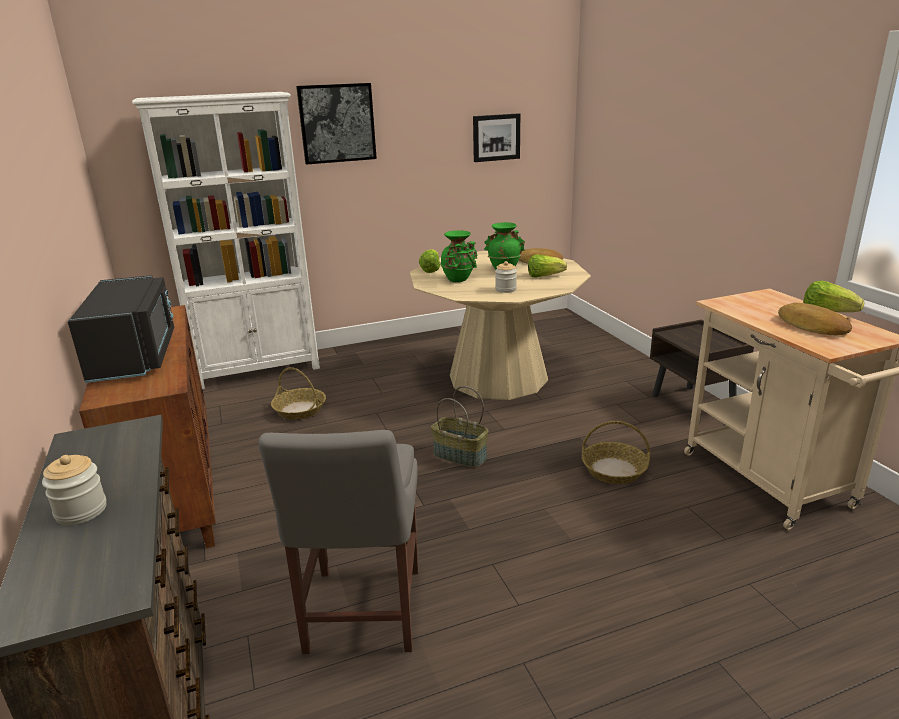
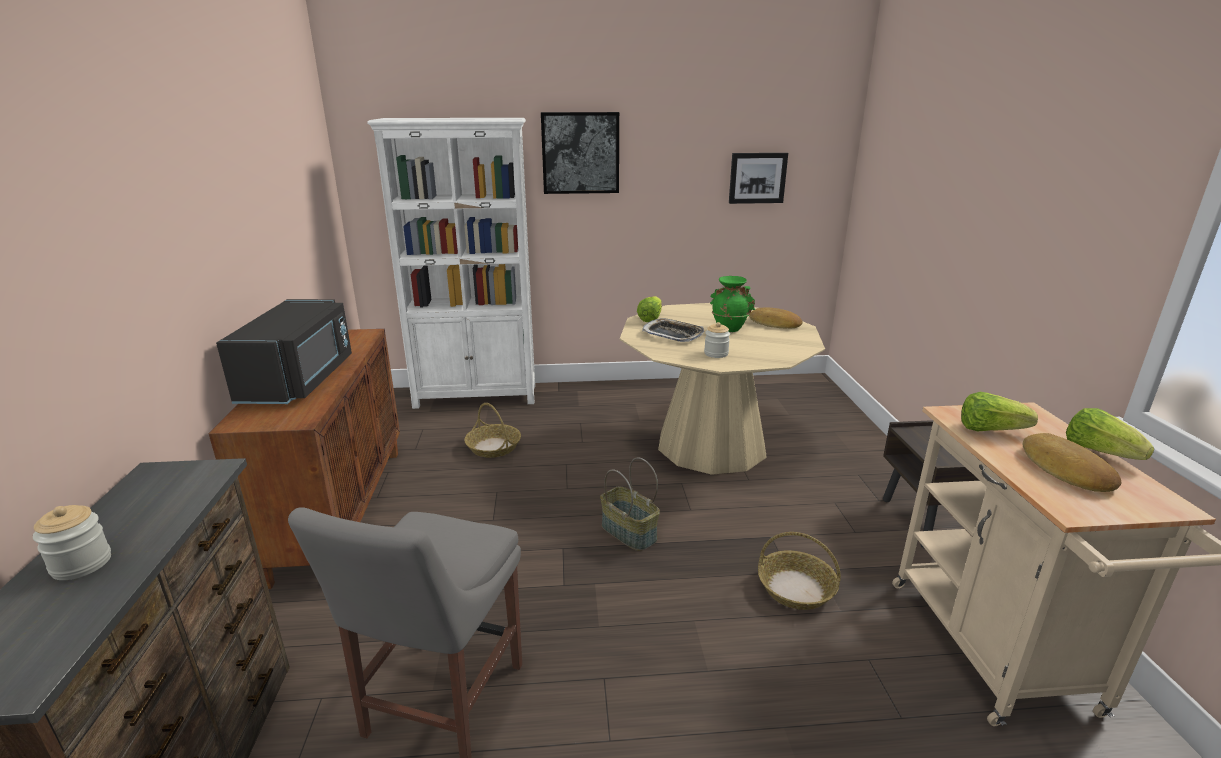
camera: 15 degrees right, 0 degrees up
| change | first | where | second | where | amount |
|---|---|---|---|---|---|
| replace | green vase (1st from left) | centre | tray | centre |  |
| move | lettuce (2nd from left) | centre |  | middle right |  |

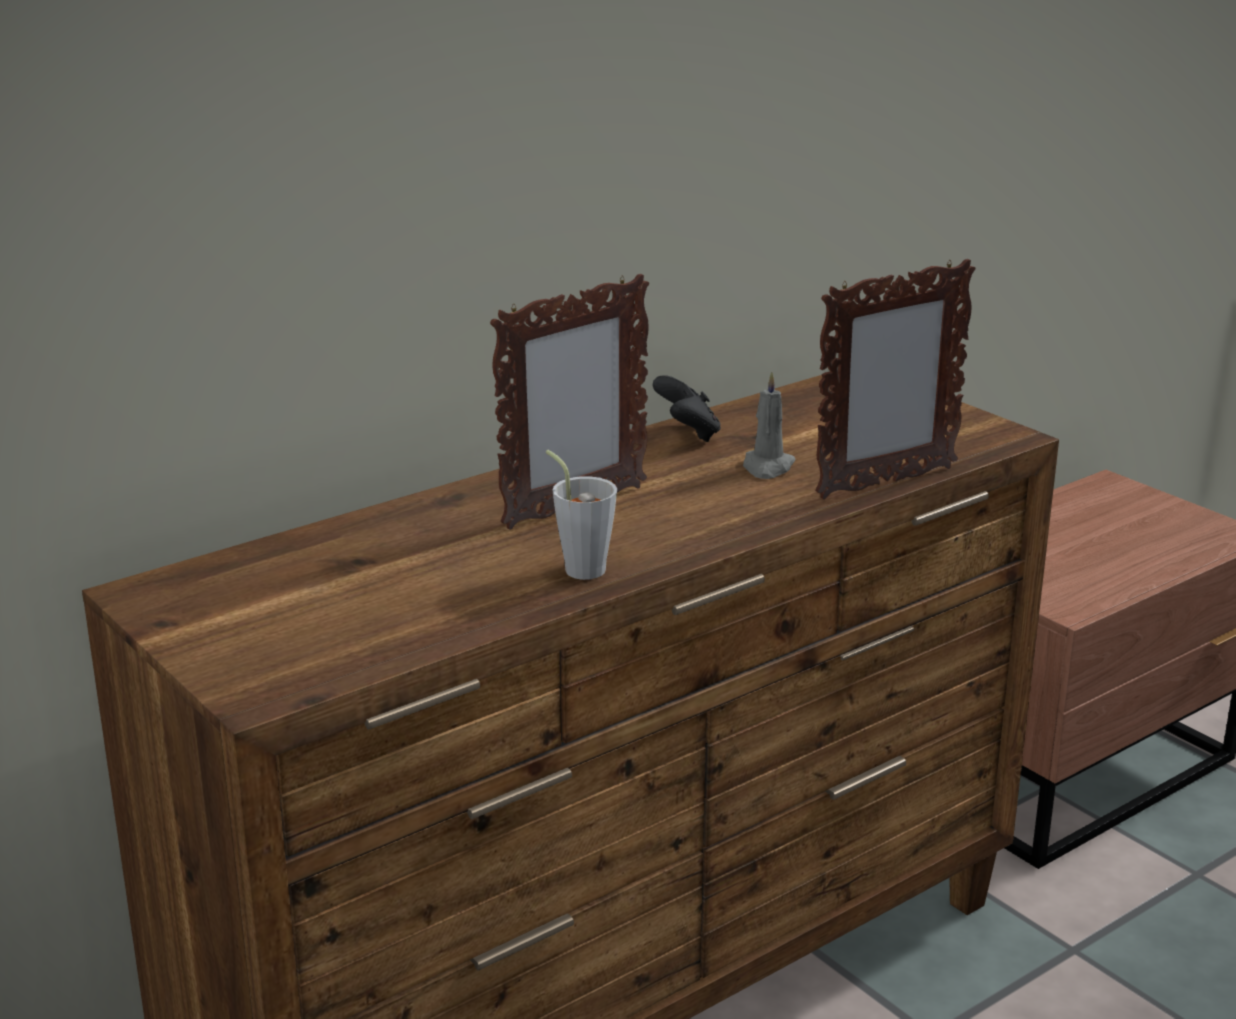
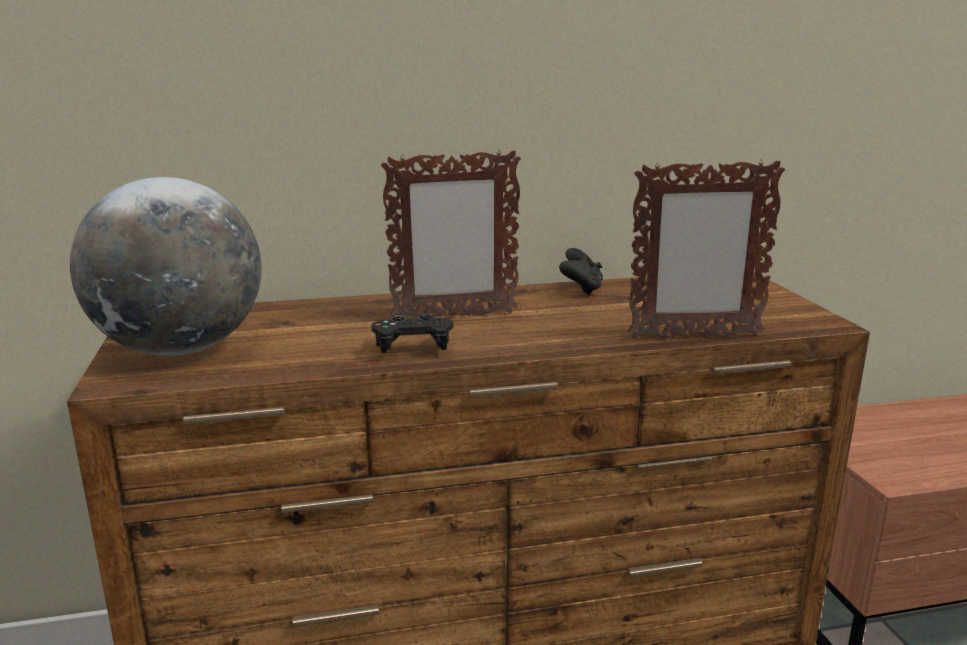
camera: 25 degrees right, 5 degrees down
| change | first | where | second | where | amount |
|---|---|---|---|---|---|
| delete | grey candle | centre |  |  |  |
| replace | grey cup | centre | black game controller (1st from left) | centre |  |
| insert |  |  | globe | middle left |  |

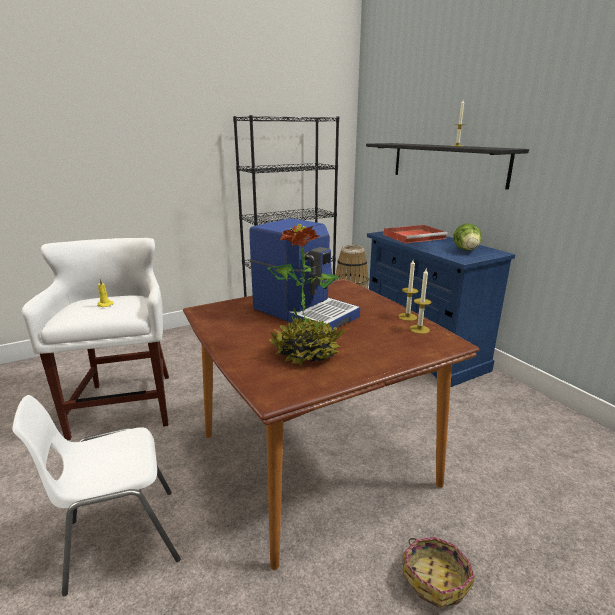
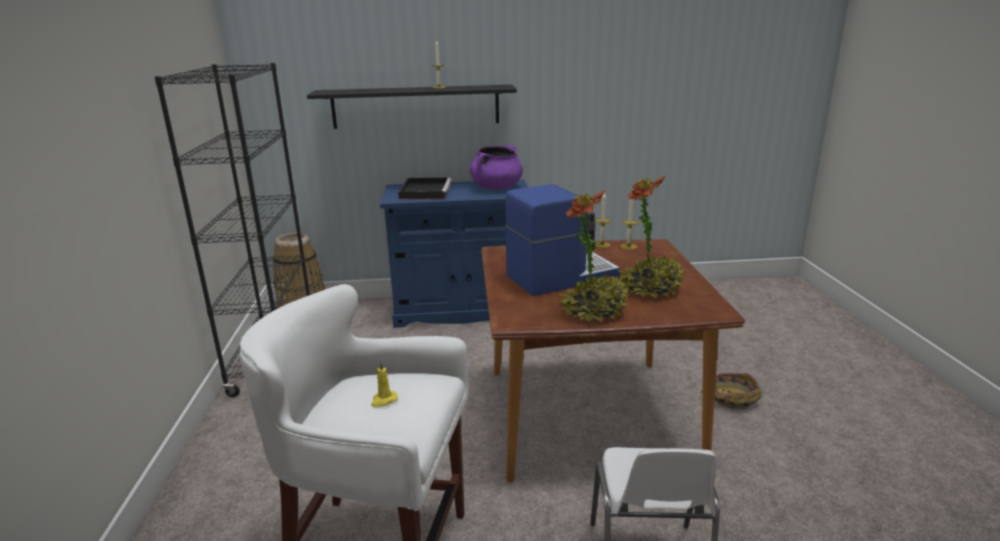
camera: 65 degrees left, 0 degrees up
| change | first | where | second | where | amount |
|---|---|---|---|---|---|
| replace | lettuce | middle right | purple cooking pot | top centre |  |
| recolor | red tray | middle right | black tray | centre |  |
| insert |  |  | potted plant (1st from left) | centre |  |

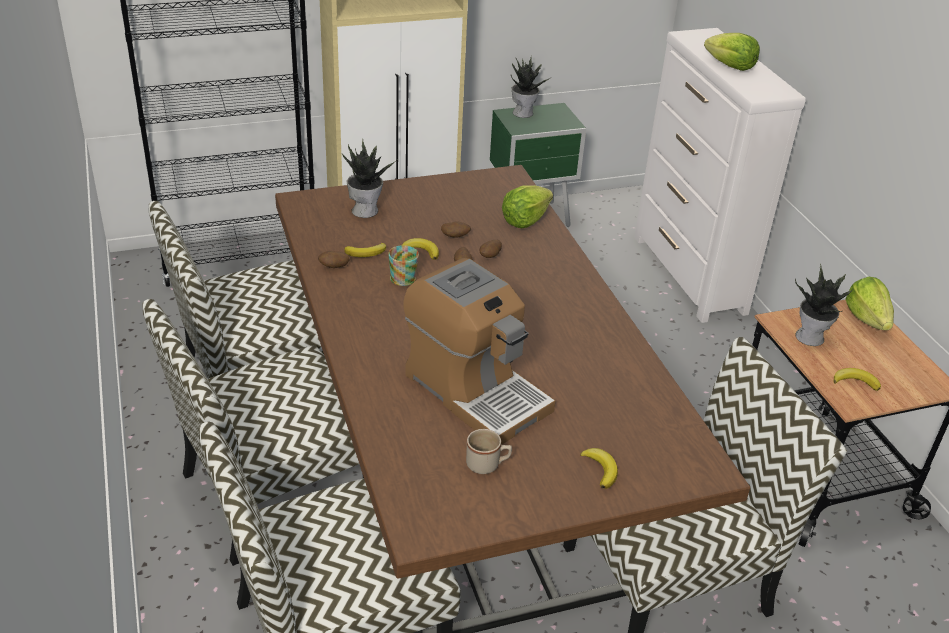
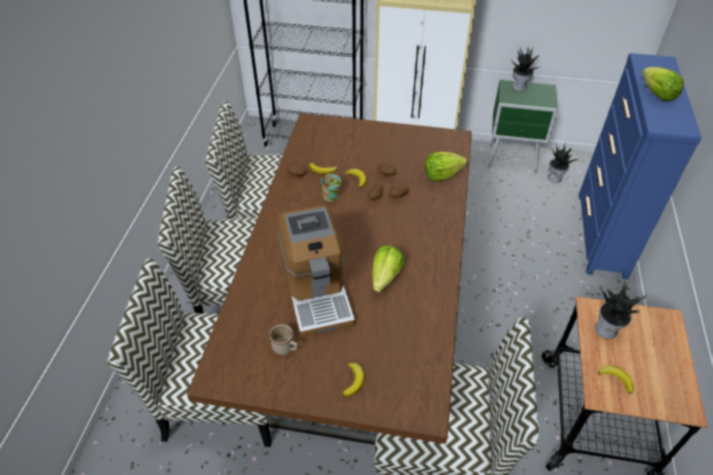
camera: 30 degrees right, 10 degrees up
| change | first | where | second | where | amount |
|---|---|---|---|---|---|
| recolor | white dresser | top right | blue dresser | middle right |  |
| move | potted plant (1st from left in the first image) | top centre | potted plant (2nd from left) | middle right |  |
| move | lettuce (3rd from left in the first image) | middle right | lettuce (1st from left) | centre |  |

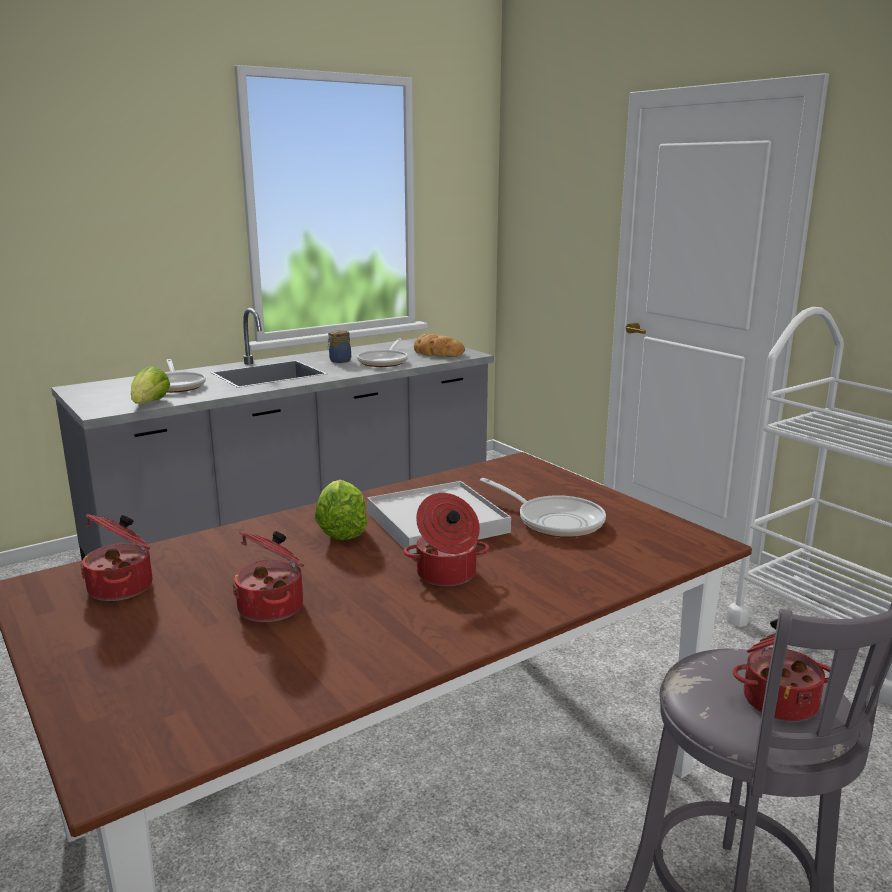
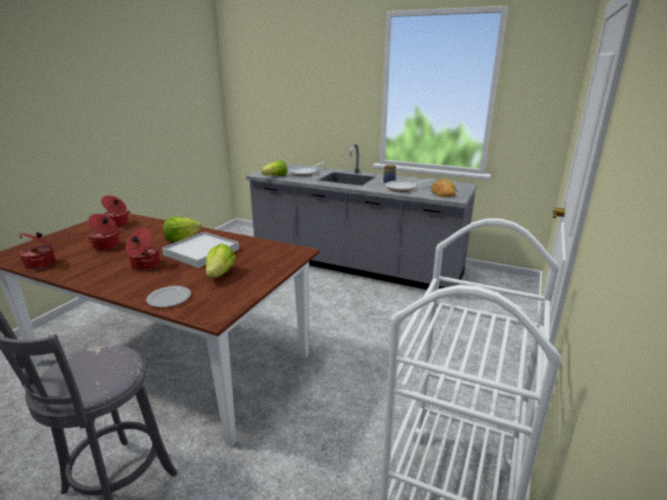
camera: 60 degrees right, 5 degrees up
| change | first | where | second | where | amount |
|---|---|---|---|---|---|
| replace | frying pan (3rd from left) | centre | lettuce (2nd from left) | middle left |  |
| move | cooking pot (4th from left in the first image) | bottom right | cooking pot (1st from left) | middle left |  |
| insert |  |  | plate | middle left |  |

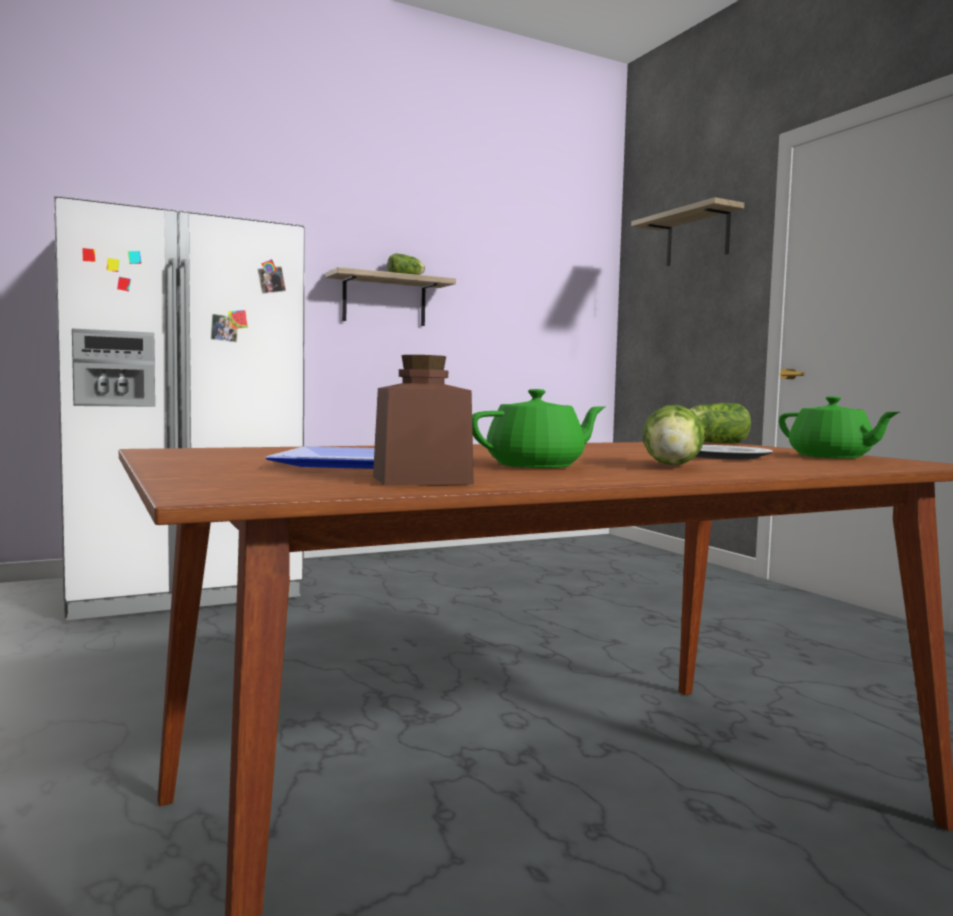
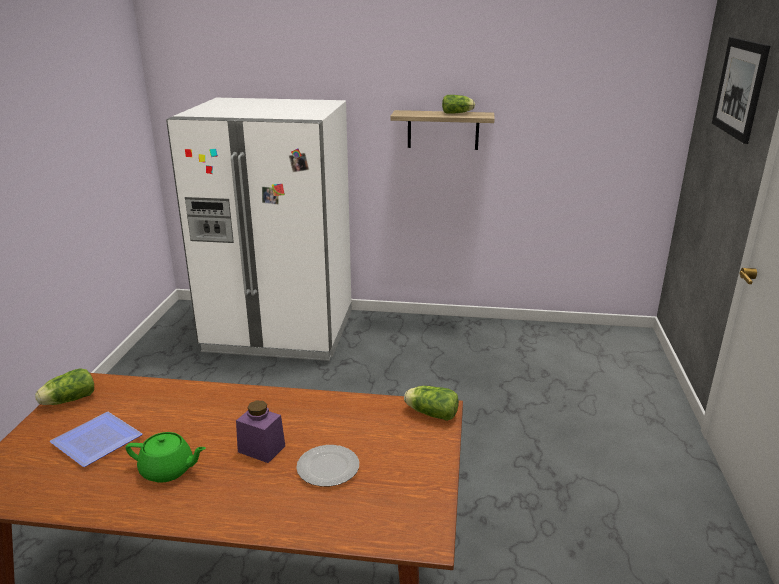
camera: 35 degrees right, 20 degrees up
| change | first | where | second | where | amount |
|---|---|---|---|---|---|
| replace | shelf (2nd from left) | top right | picture | top right |  |
| delete | brown jar | centre |  |  |  |
| delete | green teapot (2nd from left) | middle right |  |  |  |
| move | lettuce (2nd from left in the first image) | middle right | lettuce (1st from left) | middle left |  |
| insert |  |  | purple jar | bottom centre |  |

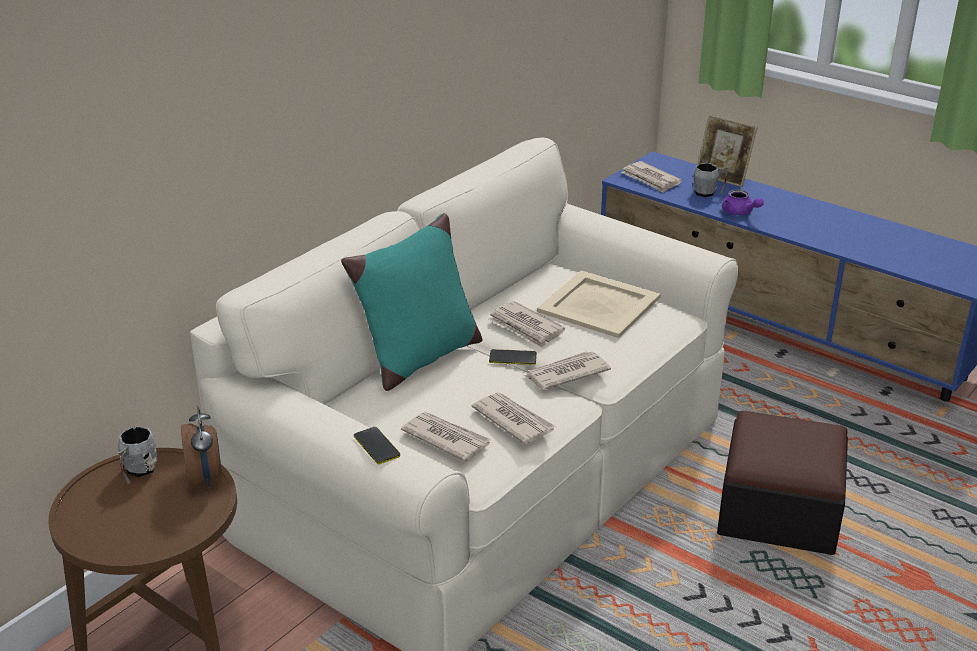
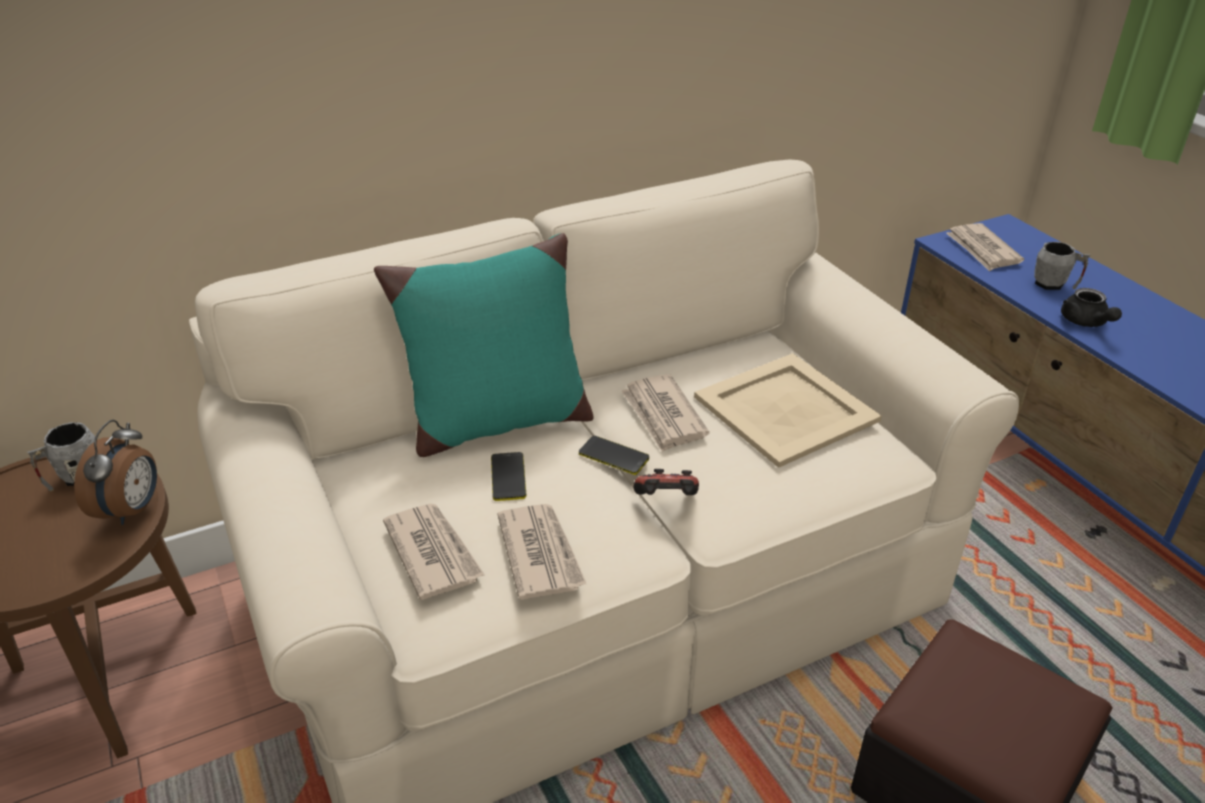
camera: 25 degrees right, 5 degrees up
| change | first | where | second | where | amount |
|---|---|---|---|---|---|
| delete | picture frame | top right |  |  |  |
| recolor | purple teapot | top right | black teapot | middle right |  |
| replace | newspaper (4th from left) | centre | game controller | centre |  |
| move | phone (1st from left) | bottom centre |  | centre |  |

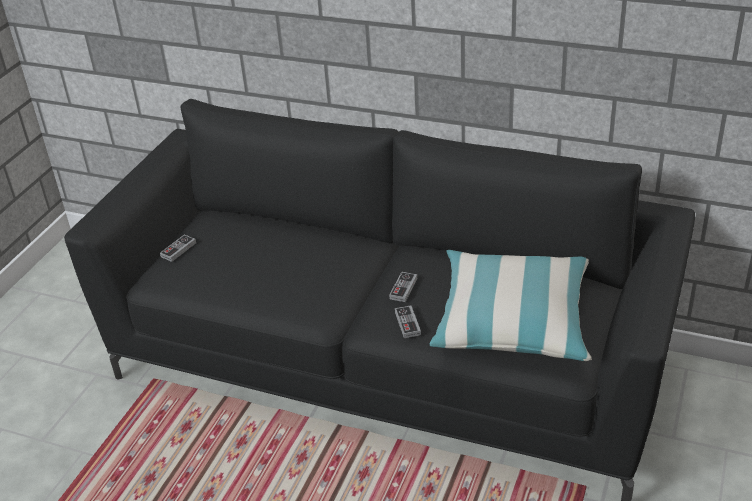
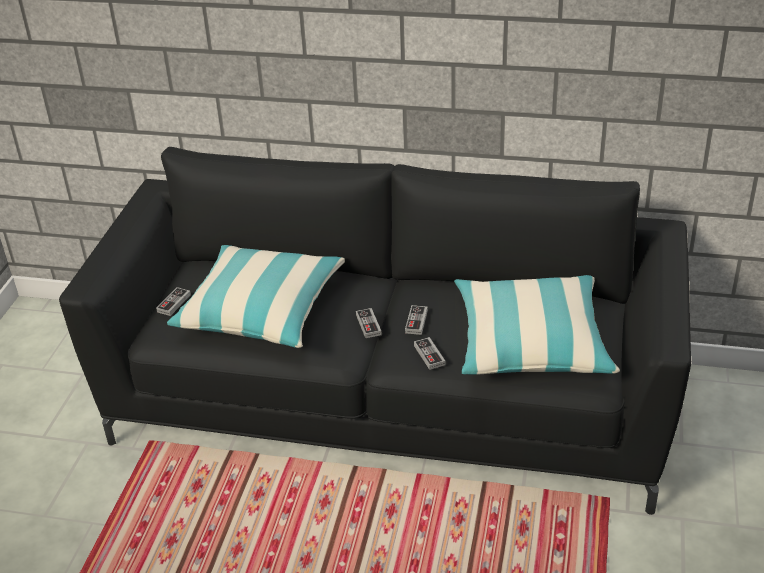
camera: 10 degrees left, 0 degrees up
| change | first | where | second | where | amount |
|---|---|---|---|---|---|
| insert |  |  | pillow (1st from left) | centre |  |
| insert |  |  | game controller (2nd from left) | centre |  |

